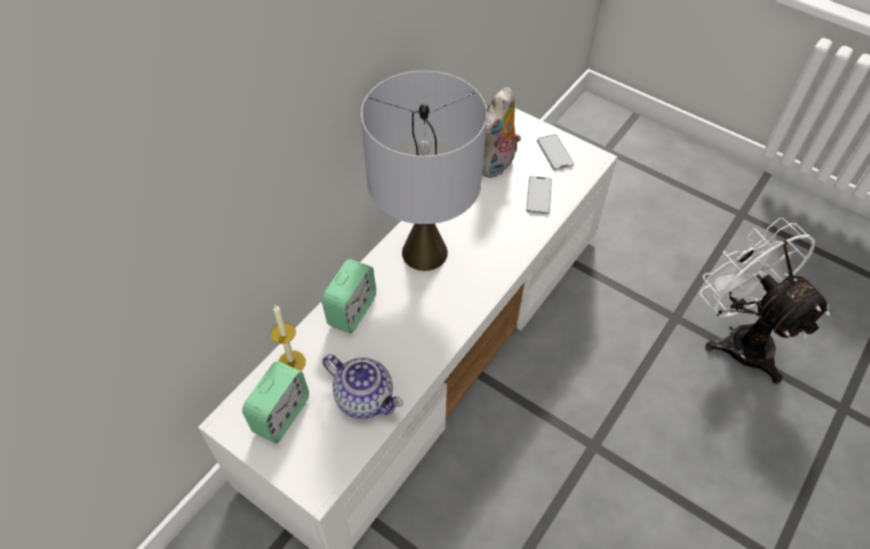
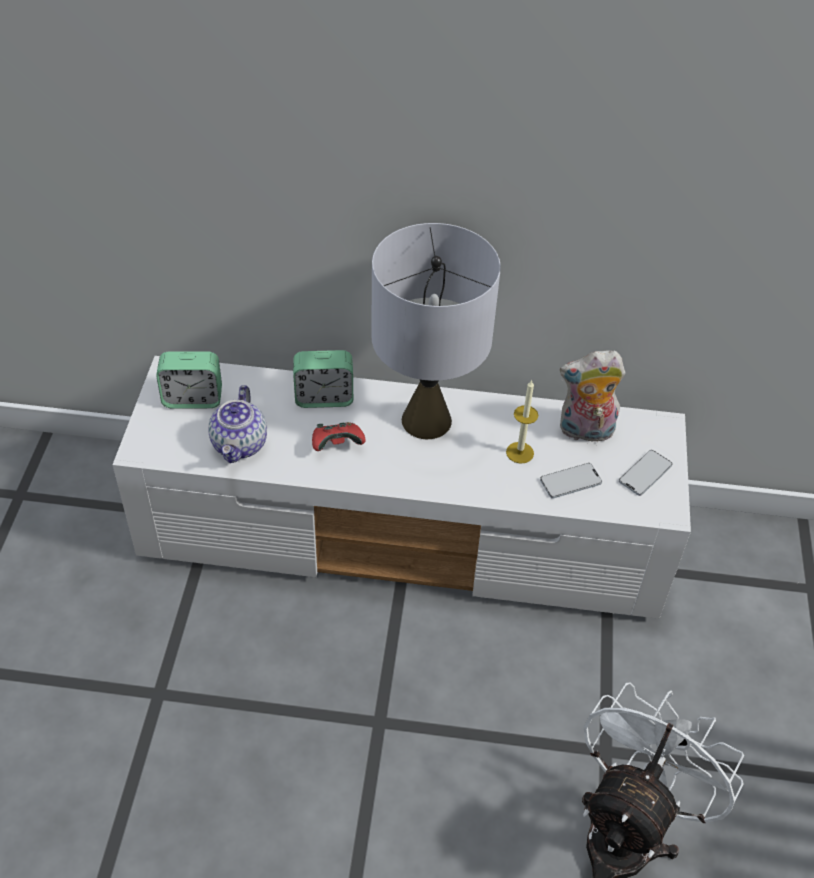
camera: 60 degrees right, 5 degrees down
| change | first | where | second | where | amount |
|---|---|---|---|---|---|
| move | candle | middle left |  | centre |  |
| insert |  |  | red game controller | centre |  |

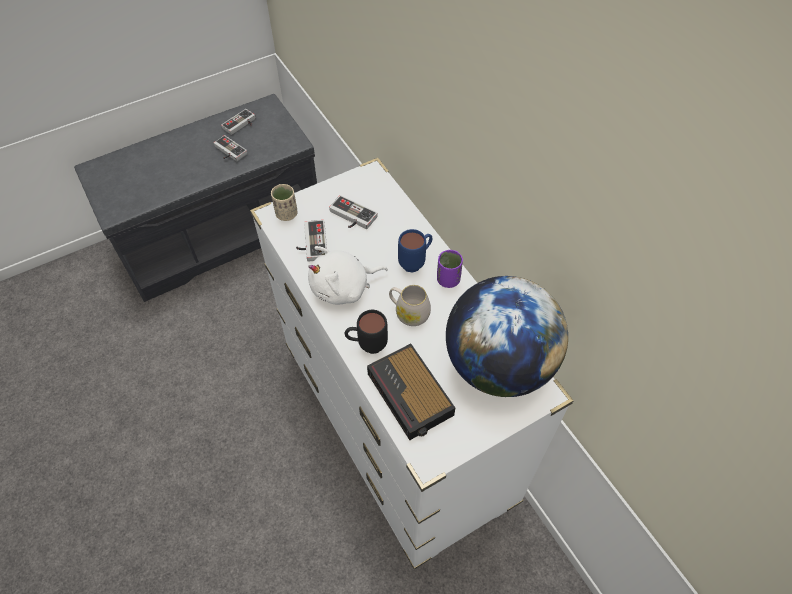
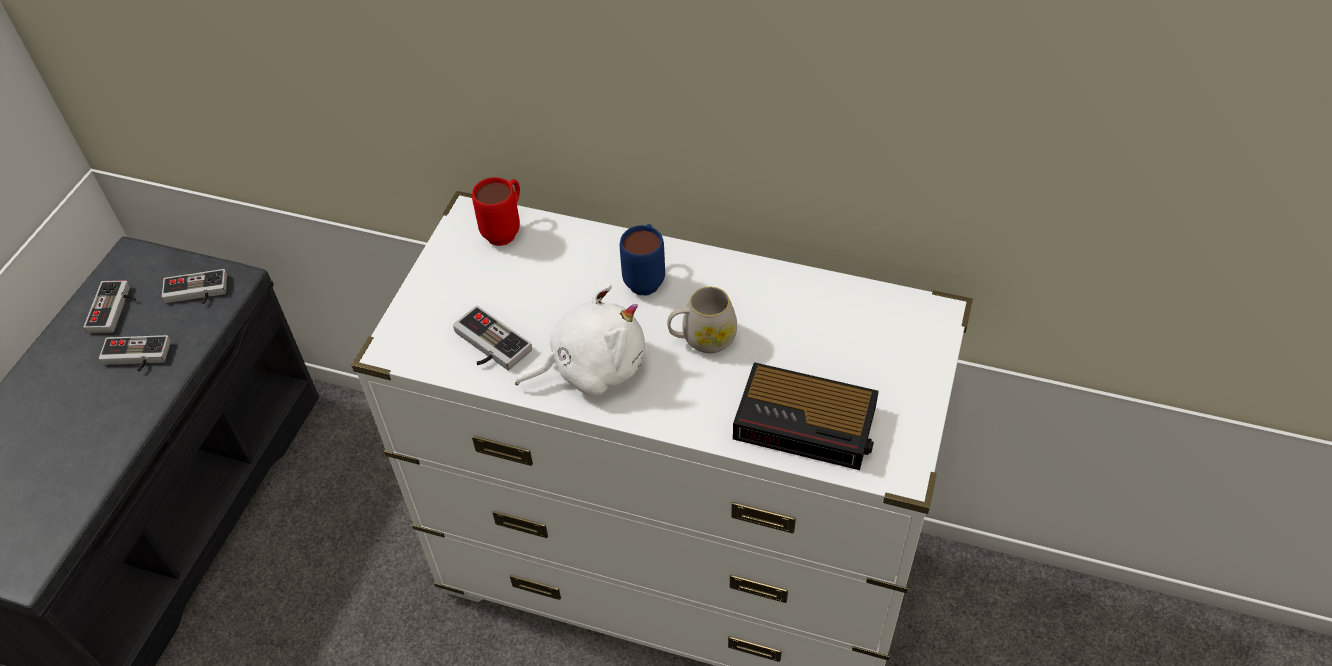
camera: 40 degrees left, 5 degrees down
| change | first | where | second | where | amount |
|---|---|---|---|---|---|
| delete | beige cup | centre |  |  |  |
| move | game controller (4th from left in the first image) | centre | game controller (3rd from left) | middle left |  |
| rotate | white plush toy | centre |  | centre | 135 degrees counterclockwise |
| delete | purple cup | centre |  |  |  |
| delete | globe | centre |  |  |  |
| delete | black mug | centre |  |  |  |
| insert |  |  | red mug | top centre |  |

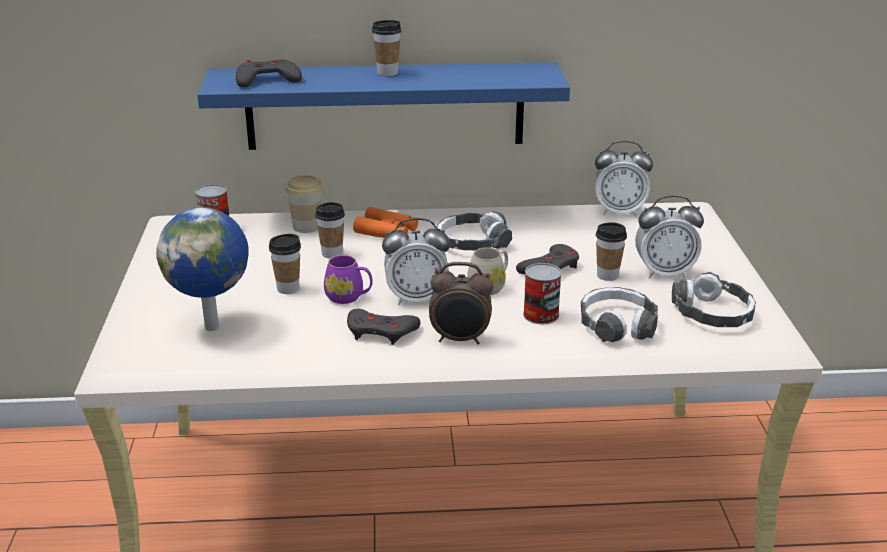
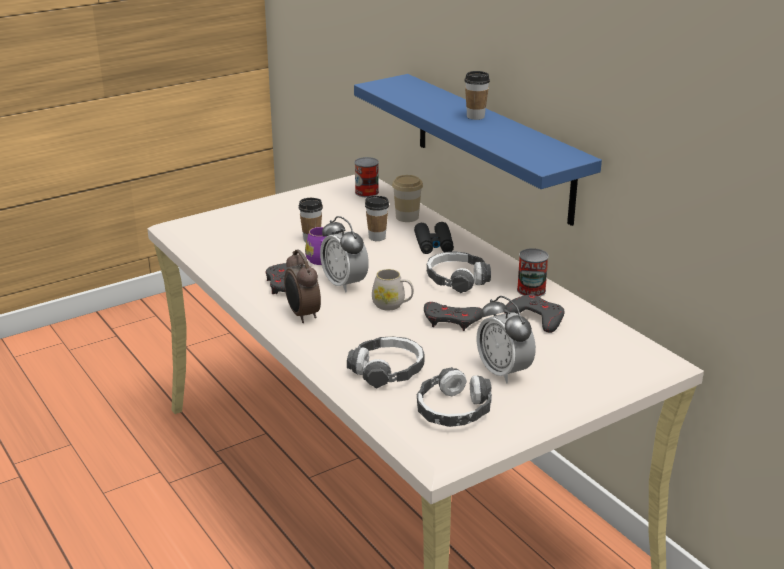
camera: 60 degrees right, 0 degrees up
| change | first | where | second | where | amount |
|---|---|---|---|---|---|
| move | grey game controller (1st from left in the first image) | top left | grey game controller (3rd from left) | middle right |  |
| delete | alarm clock (3rd from left) | top right |  |  |  |
| recolor | orange binoculars | centre | black binoculars | centre |  |
| delete | globe | middle left |  |  |  |
| delete | cup (5th from left) | middle right |  |  |  |
| move | can (2nd from left) | centre |  | middle right |  |

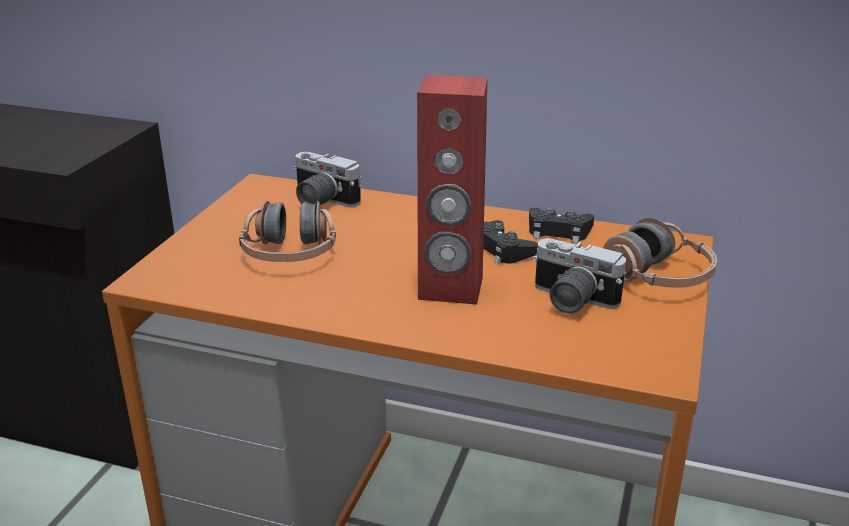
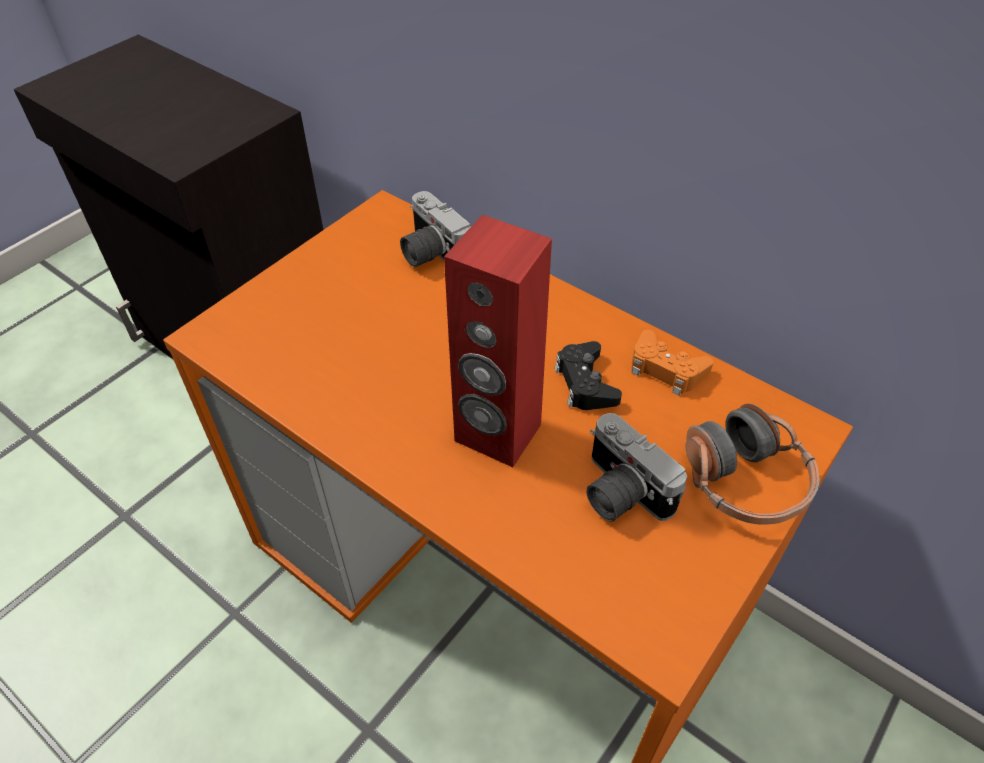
camera: 20 degrees right, 20 degrees up
| change | first | where | second | where | amount |
|---|---|---|---|---|---|
| delete | headphones (1st from left) | centre |  |  |  |
| recolor | black game controller (2nd from left) | centre | orange game controller | middle right |  |

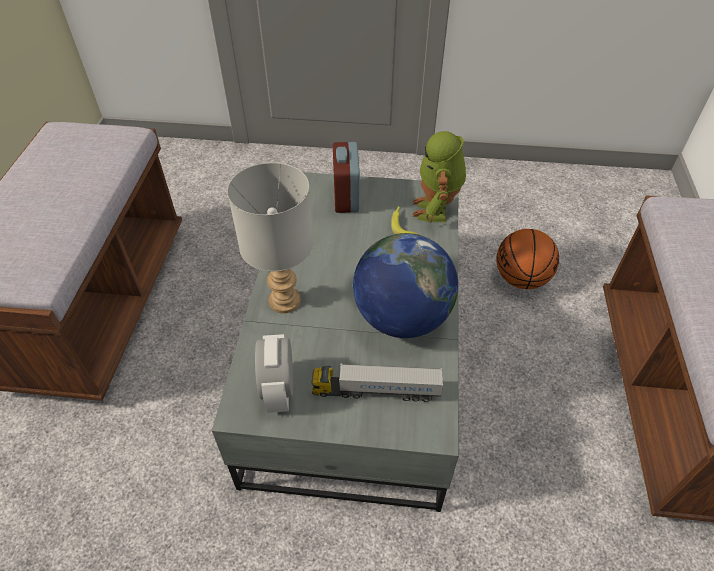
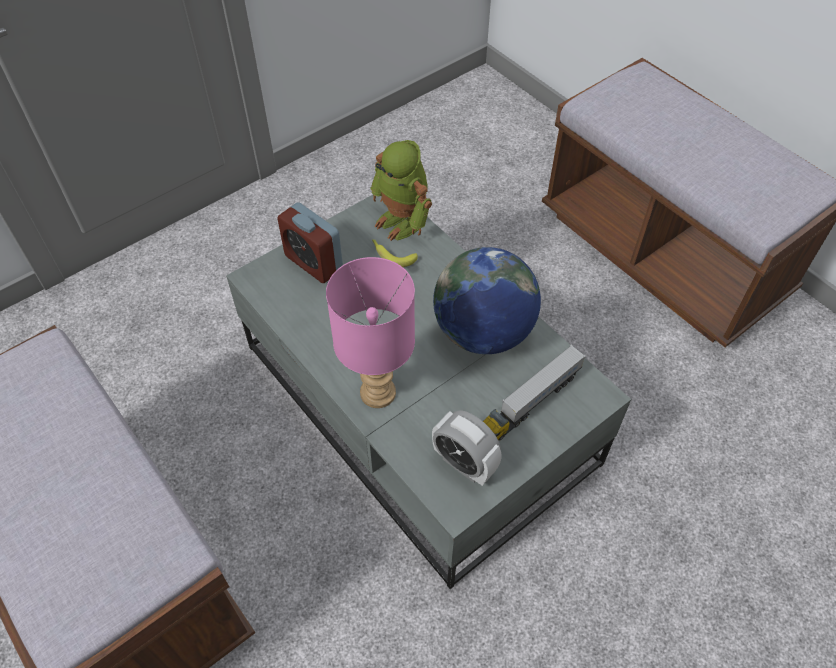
camera: 45 degrees left, 5 degrees up
| change | first | where | second | where | amount |
|---|---|---|---|---|---|
| recolor | grey table lamp | centre | pink table lamp | centre |  |
| delete | basketball | middle right |  |  |  |

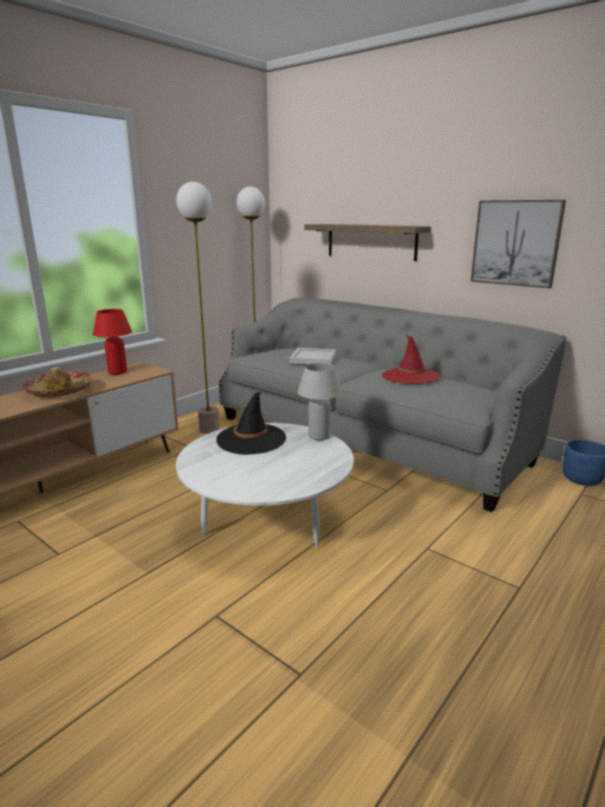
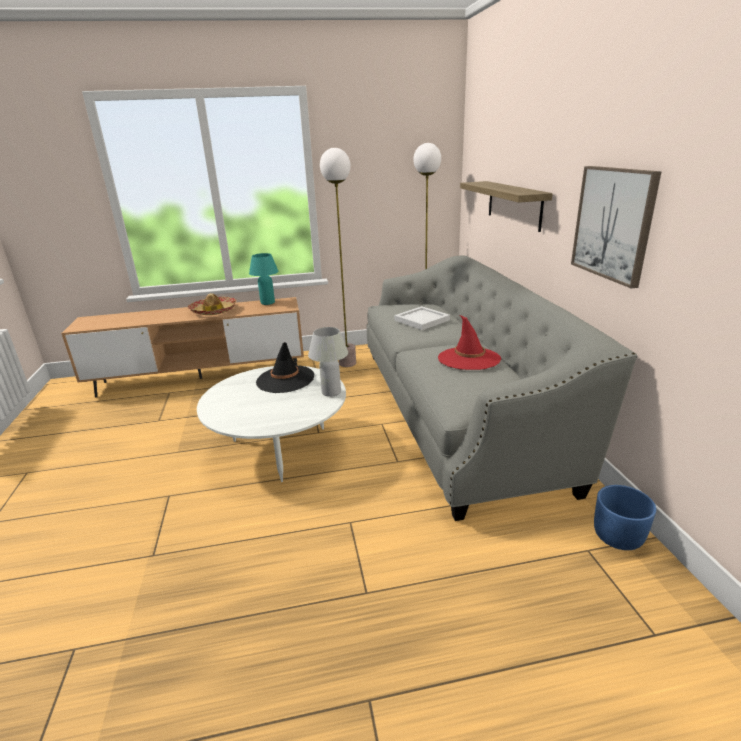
camera: 40 degrees right, 5 degrees up
| change | first | where | second | where | amount |
|---|---|---|---|---|---|
| recolor | red table lamp | middle left | turquoise table lamp | centre |  |

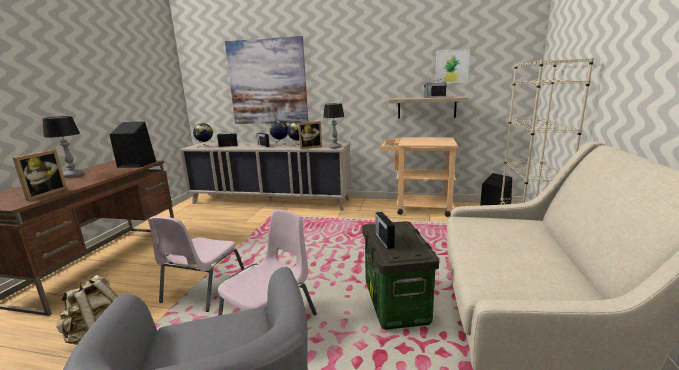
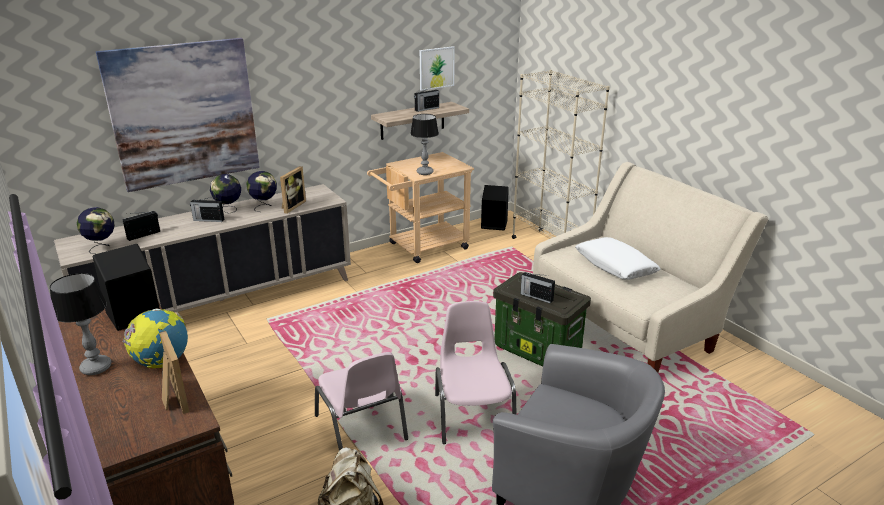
camera: 45 degrees left, 10 degrees up
| change | first | where | second | where | amount |
|---|---|---|---|---|---|
| move | table lamp (2nd from left) | centre |  | top centre |  |
| insert |  |  | white pillow | middle right |  |
| insert |  |  | globe (2nd from left) | bottom left |  |

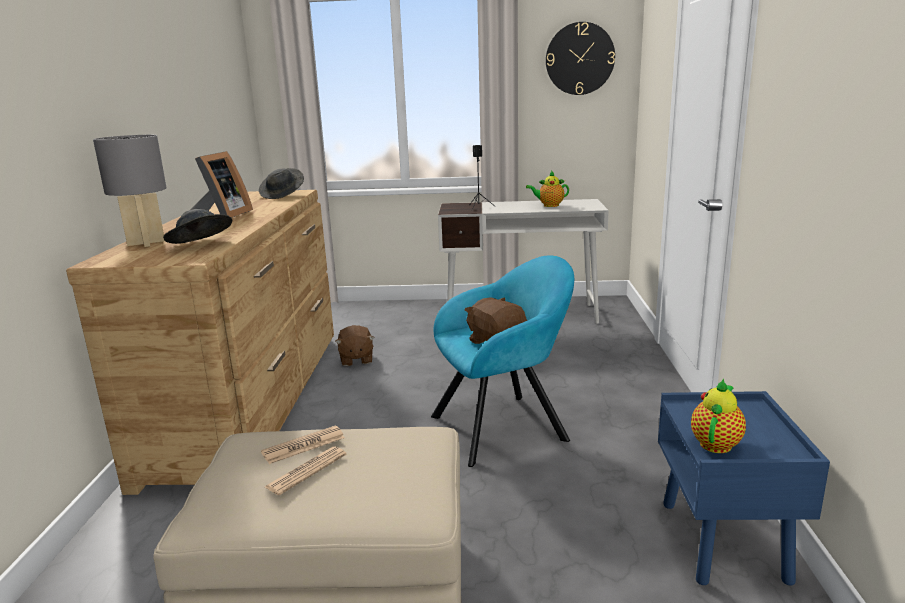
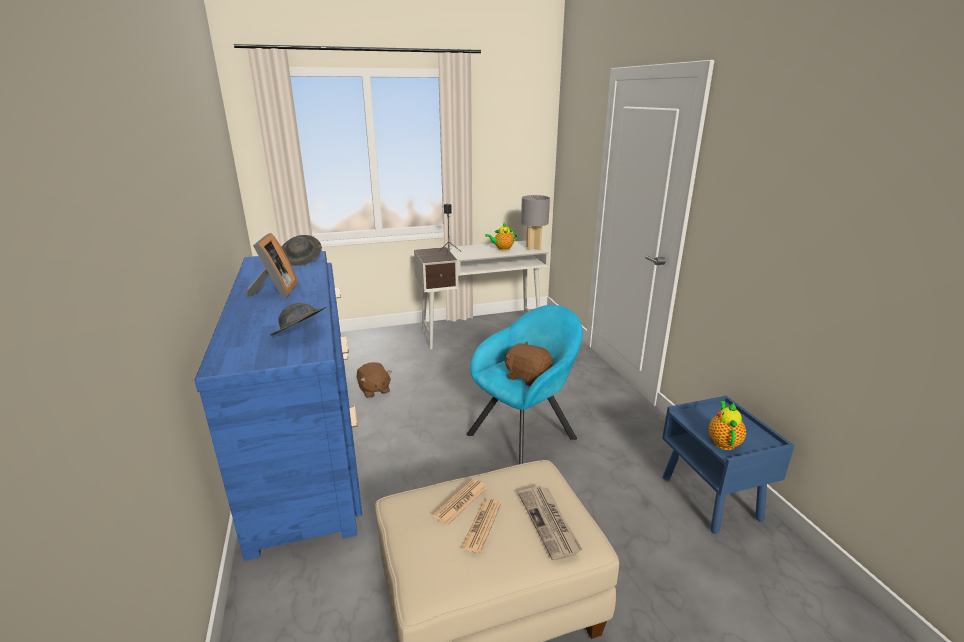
camera: 20 degrees left, 5 degrees up
| change | first | where | second | where | amount |
|---|---|---|---|---|---|
| delete | wall clock | top centre |  |  |  |
| move | grey table lamp | top left |  | centre |  |
| recolor | brown dresser | middle left | blue dresser | middle left |  |
| insert |  |  | newspaper (3rd from left) | bottom centre |  |

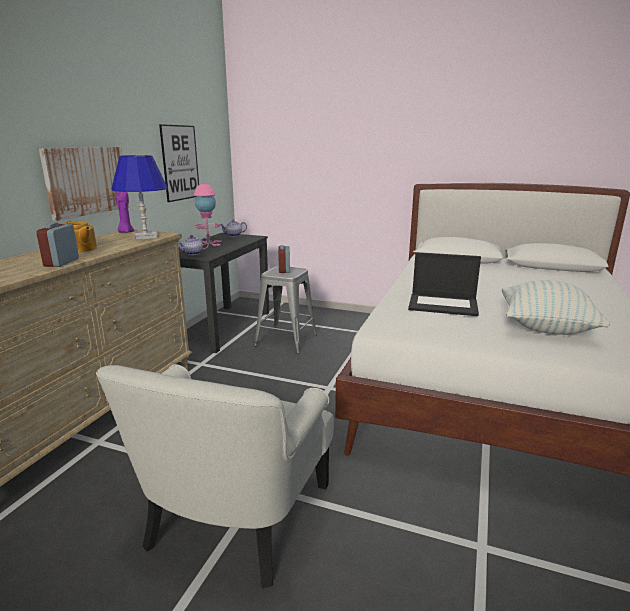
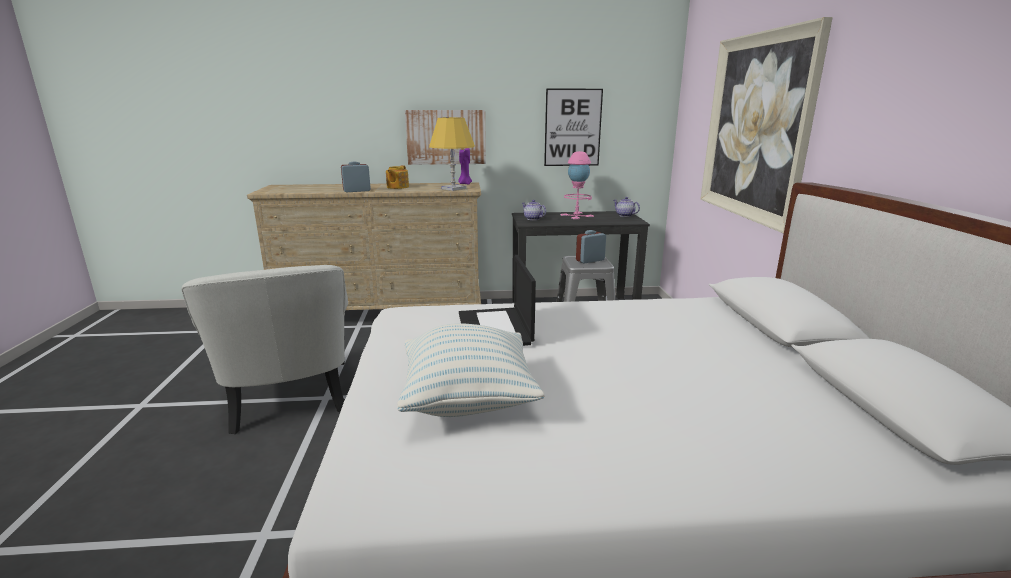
camera: 65 degrees right, 0 degrees up
| change | first | where | second | where | amount |
|---|---|---|---|---|---|
| recolor | blue table lamp | top left | yellow table lamp | top centre |  |
| rotate | white armchair | bottom centre |  | middle left | 105 degrees counterclockwise |
| insert |  |  | picture (3rd from left) | top right |  |

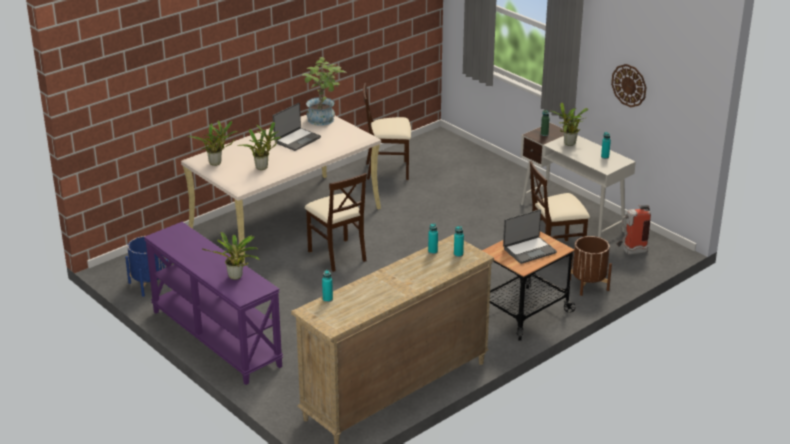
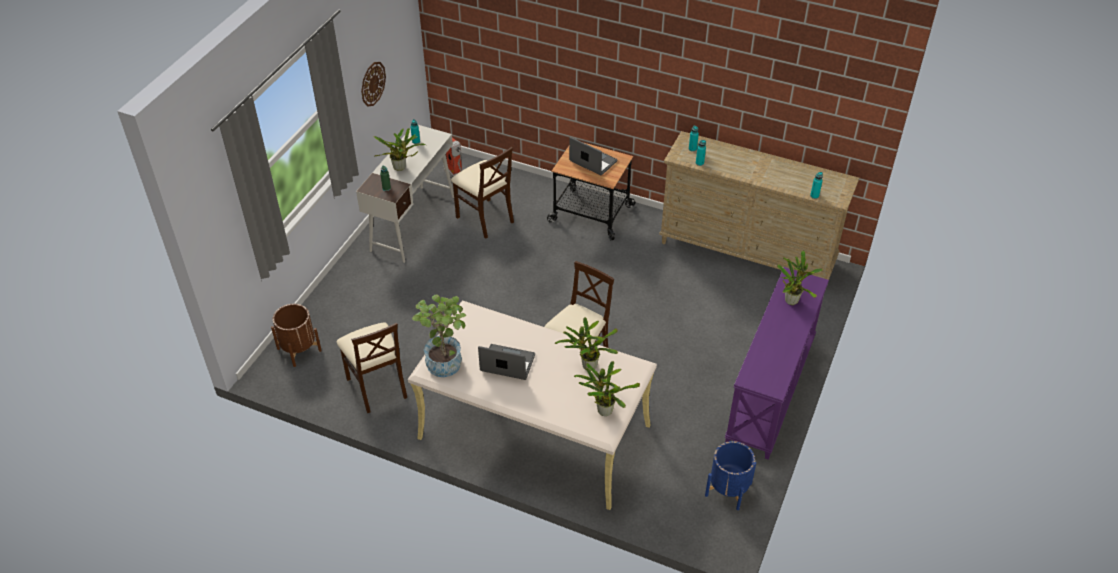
camera: 115 degrees left, 15 degrees up
| change | first | where | second | where | amount |
|---|---|---|---|---|---|
| move | brown planter | middle right |  | middle left |  |

